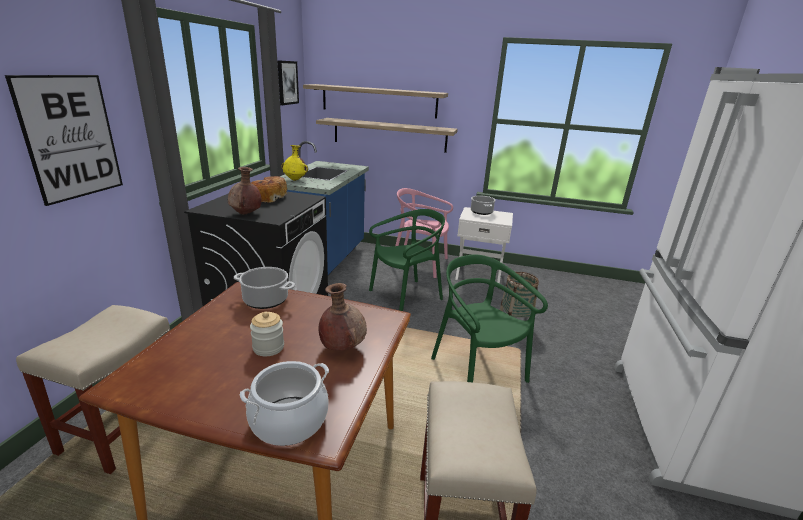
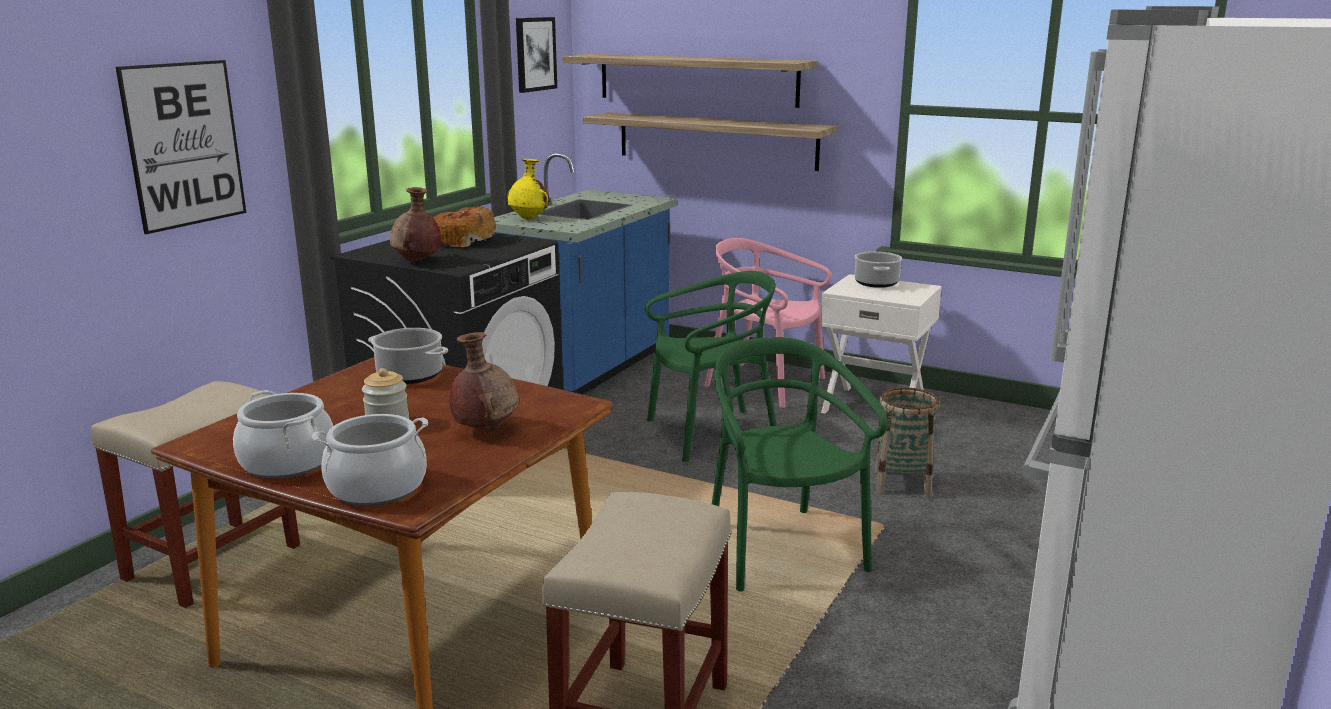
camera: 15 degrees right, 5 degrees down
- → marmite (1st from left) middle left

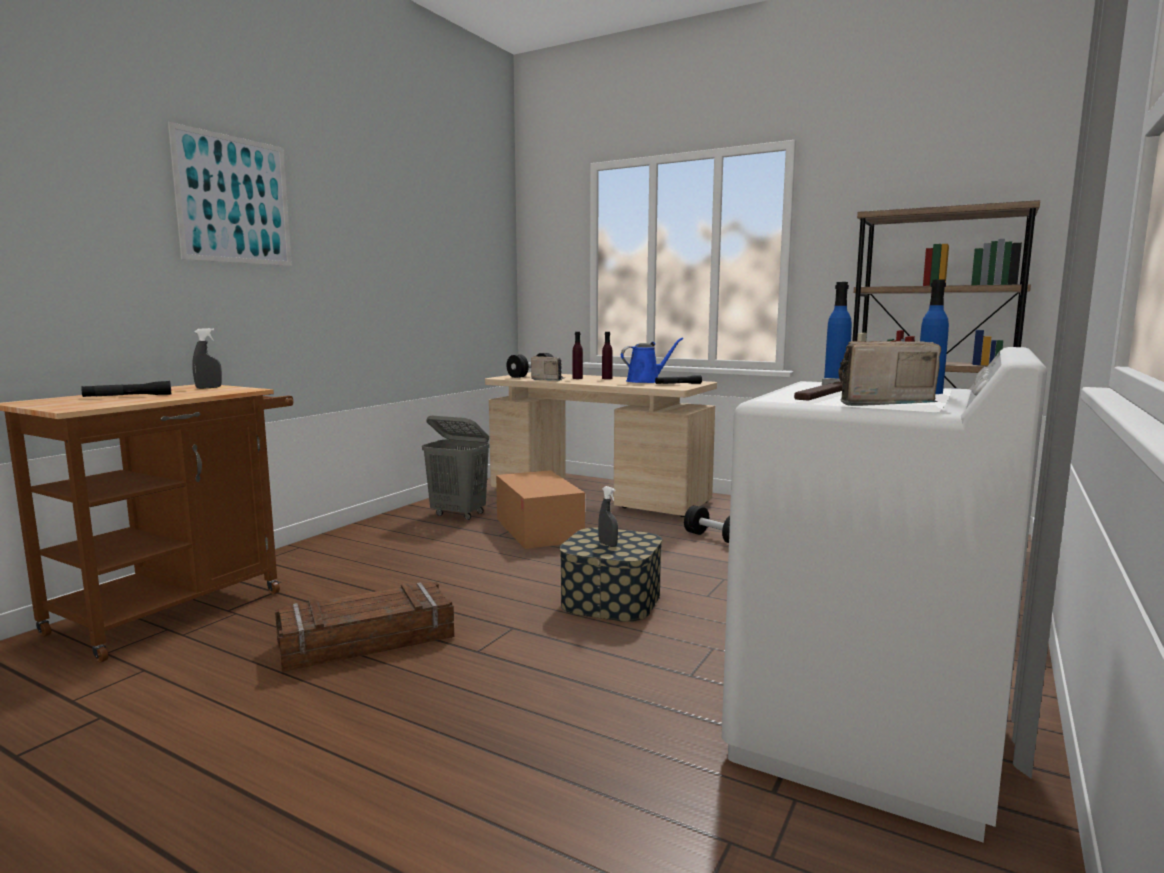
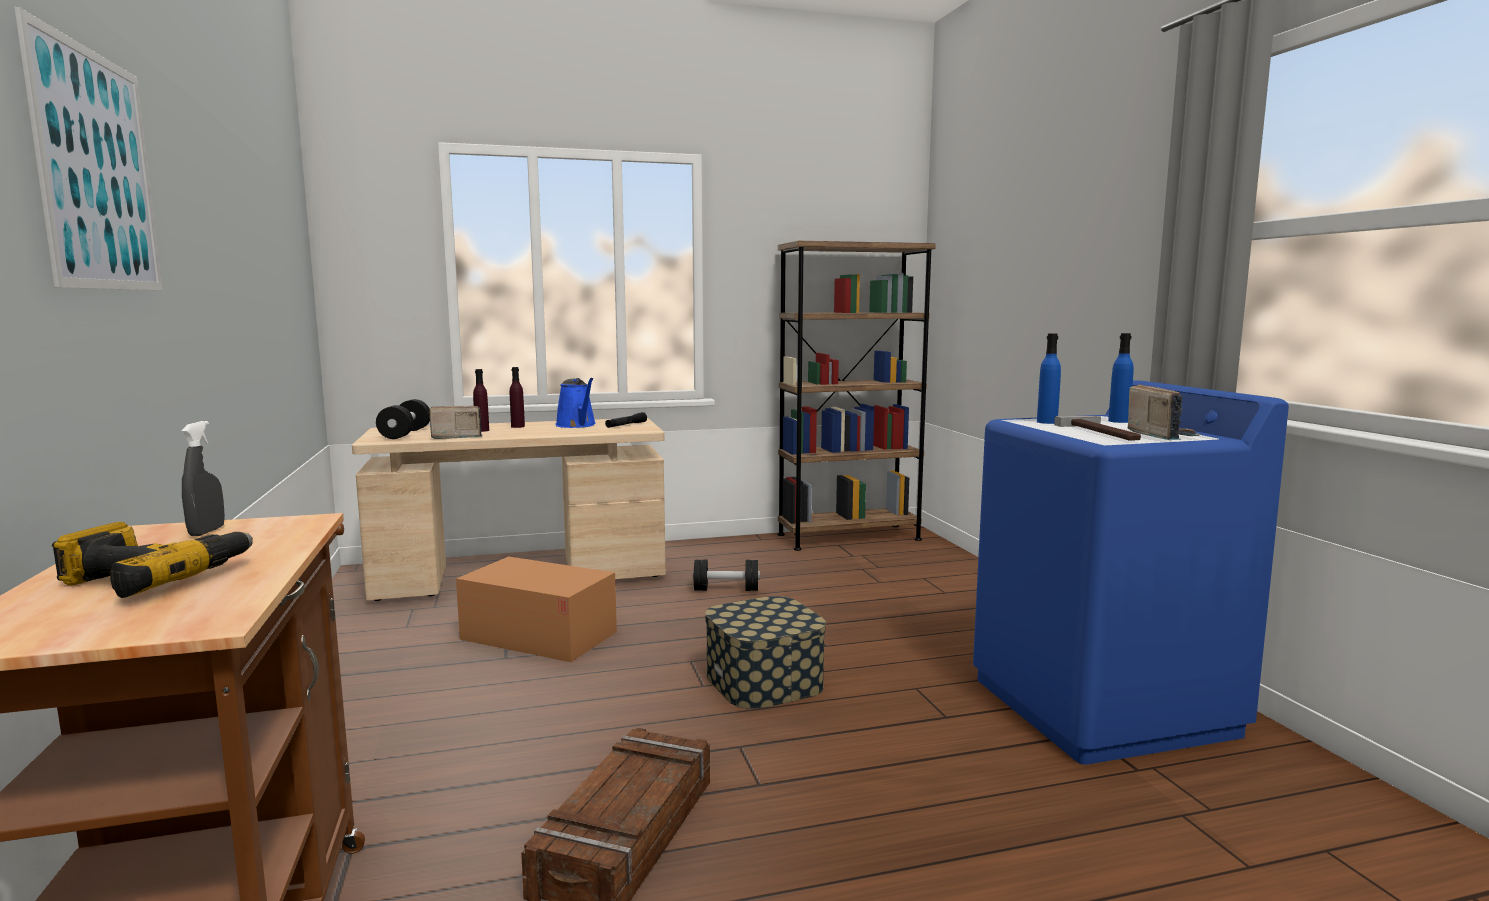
camera: 45 degrees left, 0 degrees up
panier à linge [gris] centre → -
vaporisateur [gris] (2nd from left) centre → -
lampe de poche [noir] (1st from left) middle left → perceuse middle left
lave-linge [blanc] bottom right → lave-linge [bleu] middle right
arrosoir [bleu] centre, 135 degrees clockwise
radio (2nd from left) middle right, 135 degrees clockwise

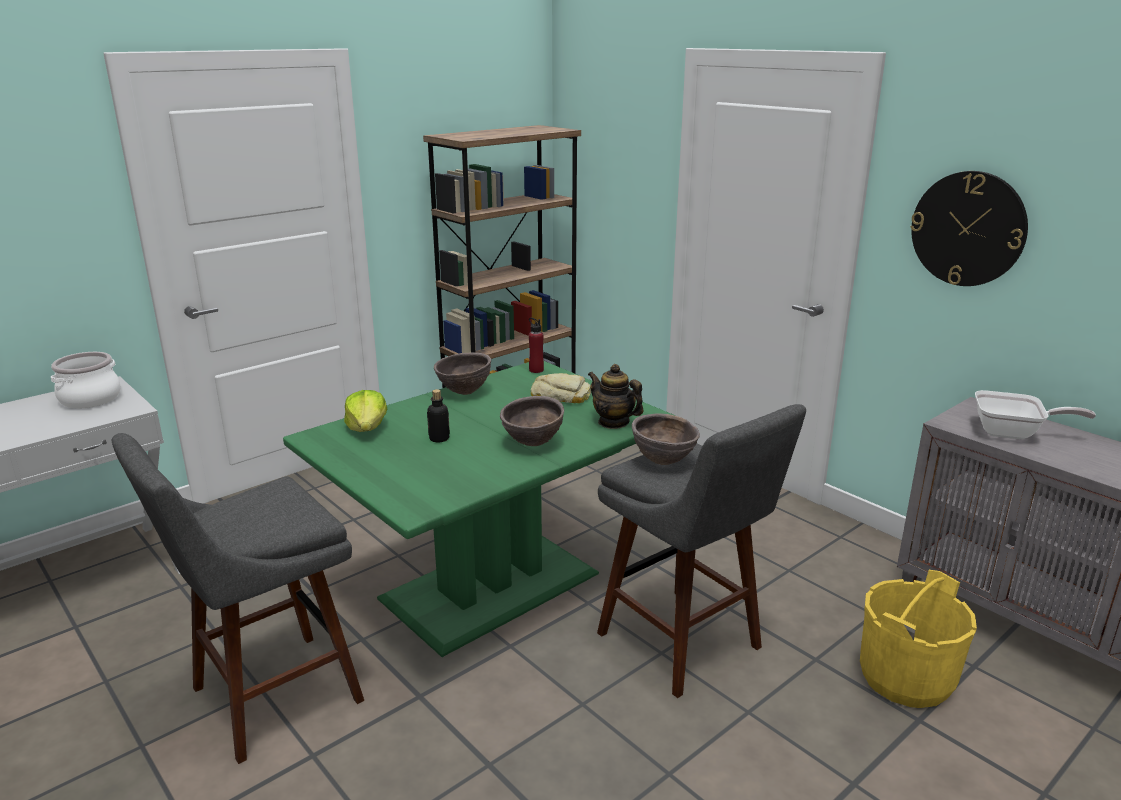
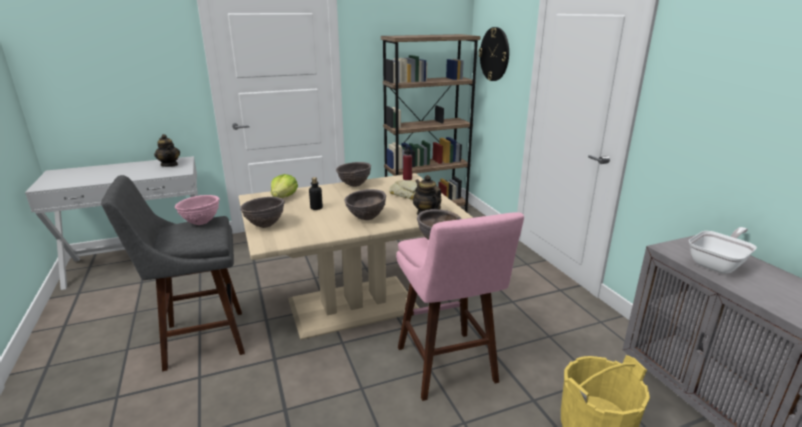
camera: 20 degrees right, 0 degrees up
- → bol [rose] middle left
- → bol [marron] (1st from left) middle left
horloge murale top right → horloge murale top centre, move
marmite middle left → théière (1st from left) middle left
table à manger [vert] centre → table à manger [beige] centre
tabouret [gris] (2nd from left) bottom centre → tabouret [rose] bottom centre
poêle middle right, 75 degrees counterclockwise

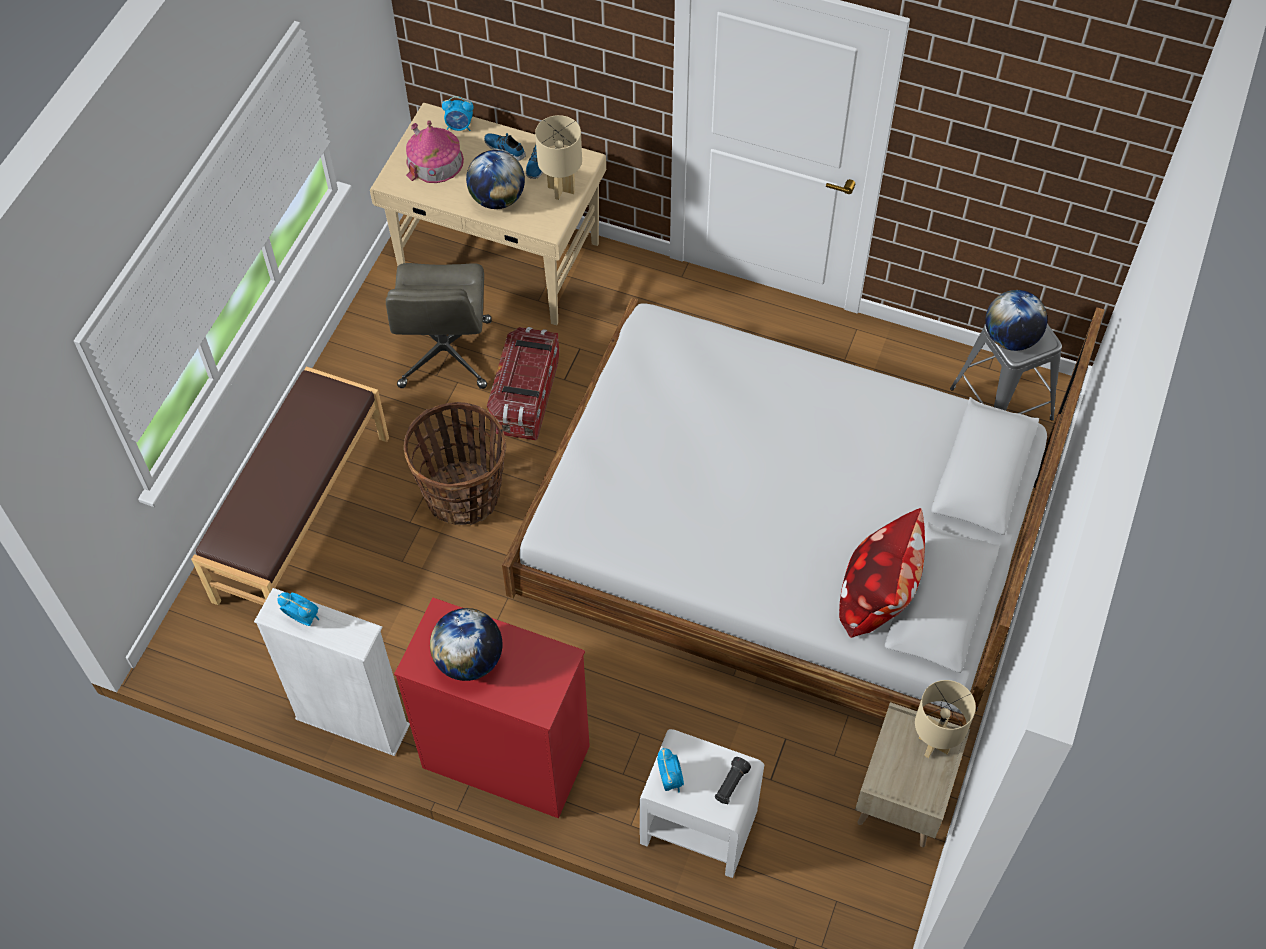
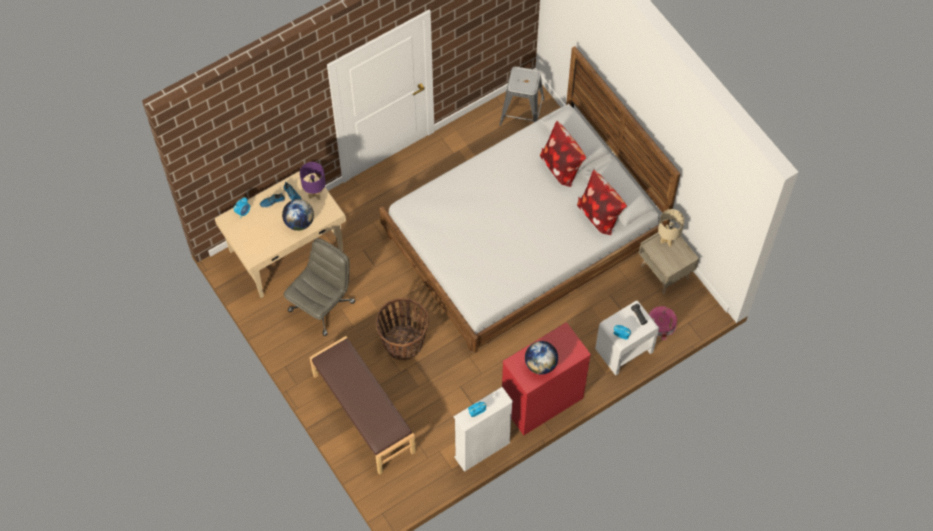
camera: 55 degrees left, 5 degrees up
boîte de rangement centre → -
globe (3rd from left) middle right → -
- → coussin (1st from left) top centre
maison miniature top centre → maison miniature middle right, move
lampe de table [beige] (1st from left) top centre → lampe de table [violet] centre
chaise de bureau [gris] centre, 90 degrees counterclockwise

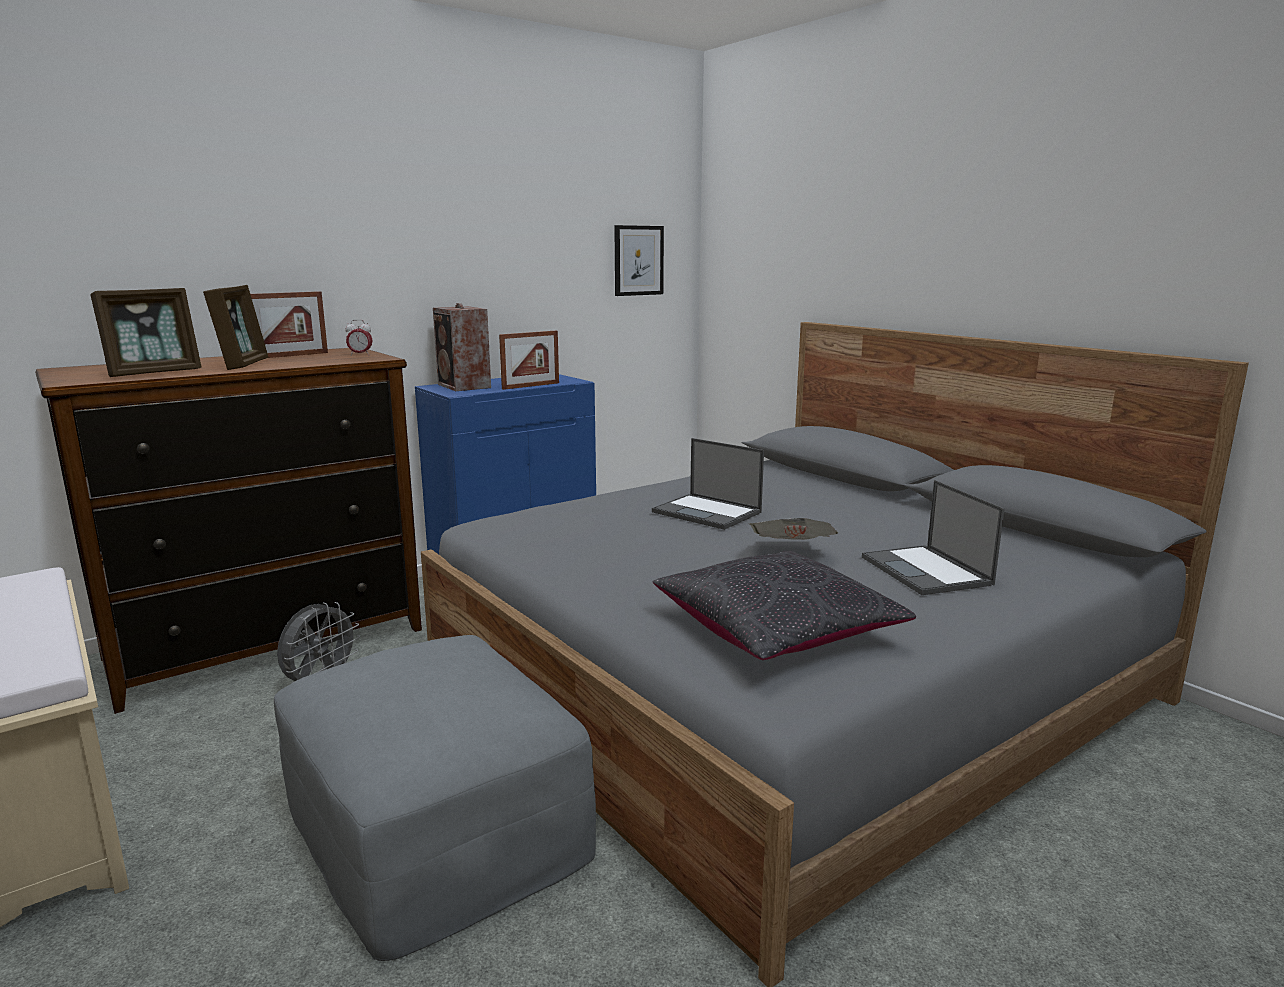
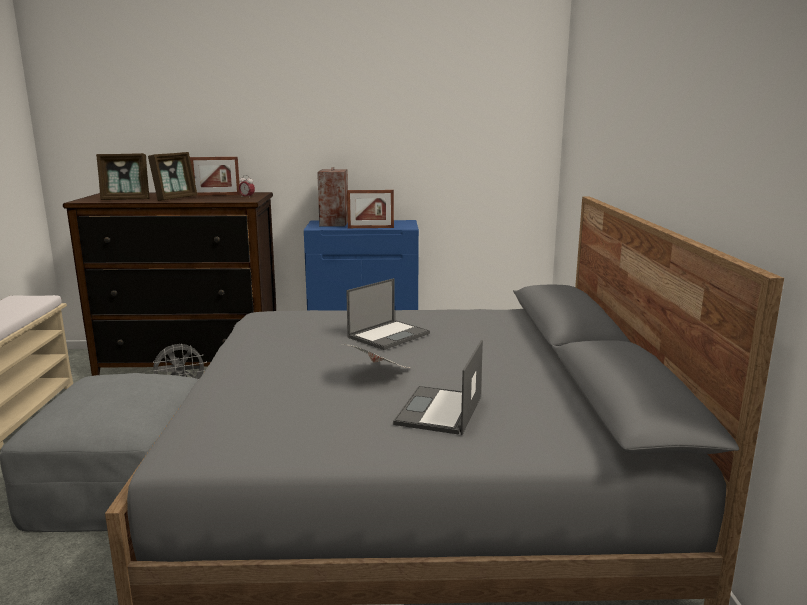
camera: 35 degrees right, 0 degrees up
tableau top centre → -
coussin [noir] centre → -
ordinateur portable (1st from left) centre, 120 degrees counterclockwise

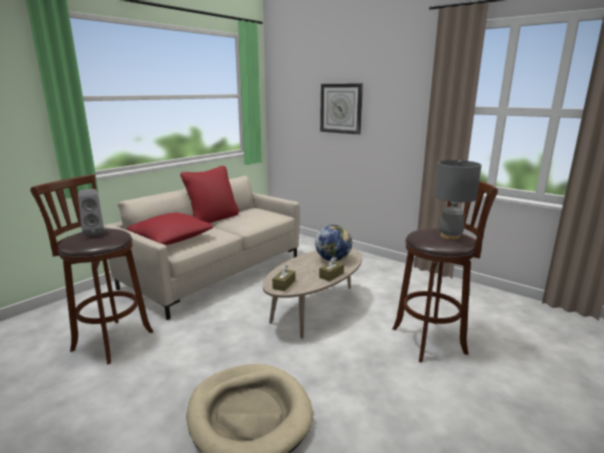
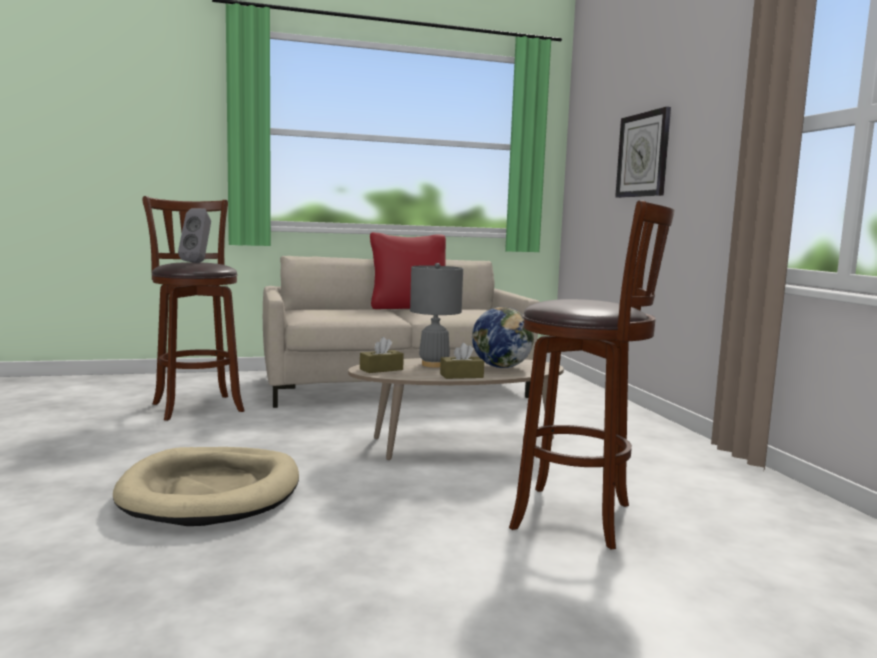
camera: 35 degrees right, 10 degrees down
coussin [rouge] (1st from left) middle left → -
lampe de table [gris] middle right → lampe de table [gris] centre, move

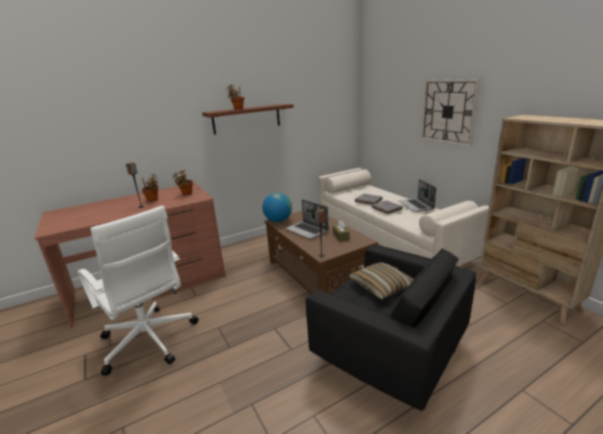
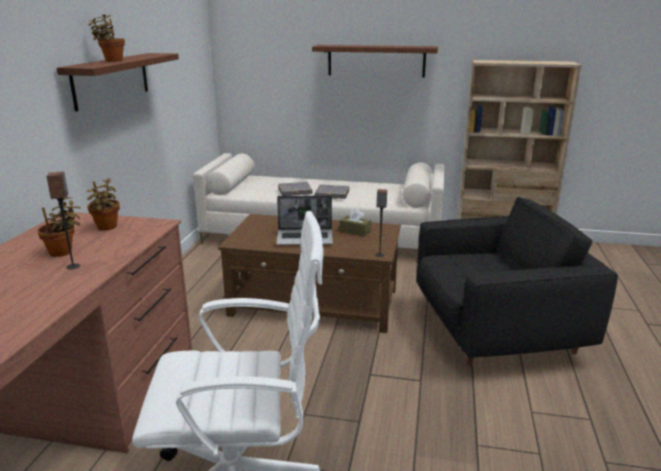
camera: 50 degrees left, 0 degrees up
globe centre → -
coussin centre → -
ordinateur portable (2nd from left) middle right → -
horloge murale top right → étagère [marron] (2nd from left) top centre

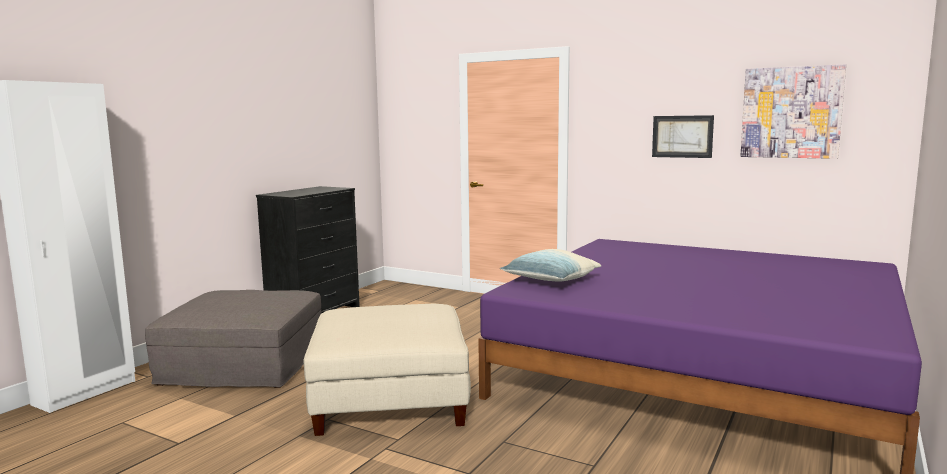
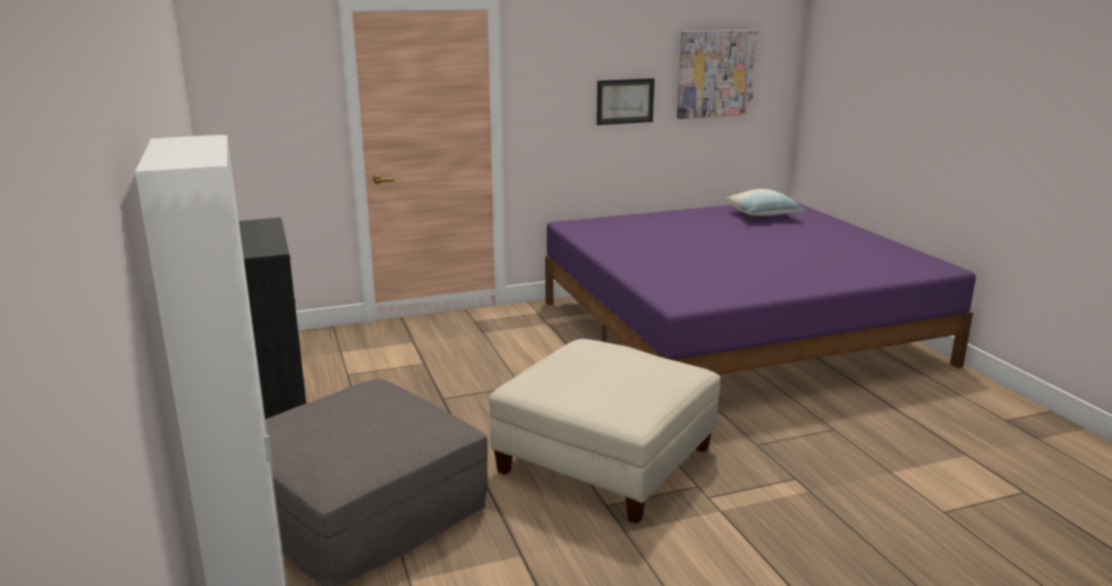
camera: 50 degrees left, 10 degrees up
coussin centre → coussin middle right, move

